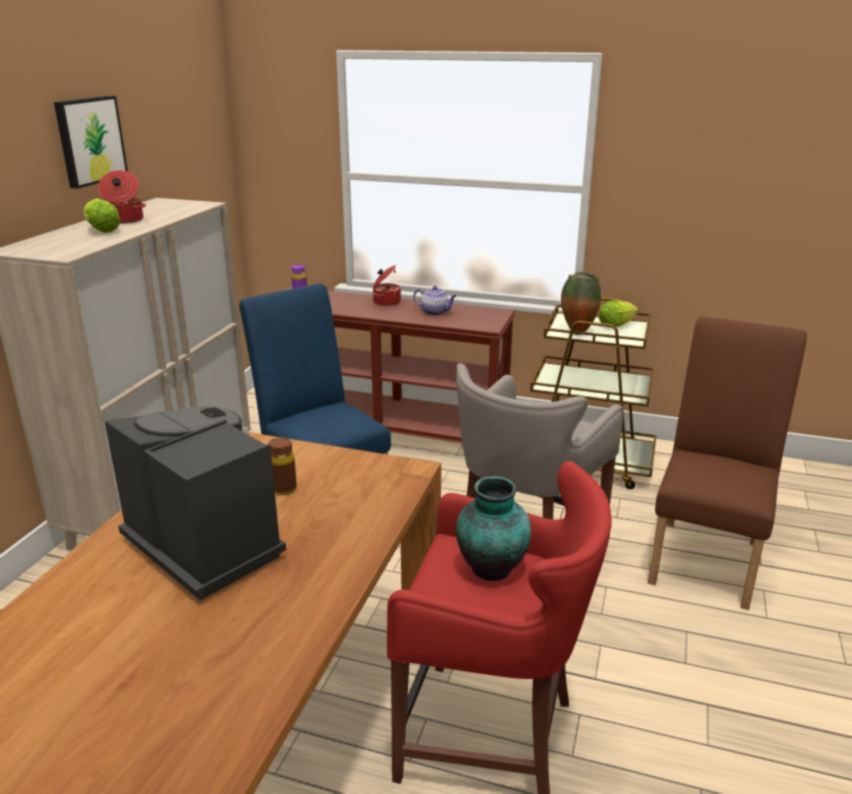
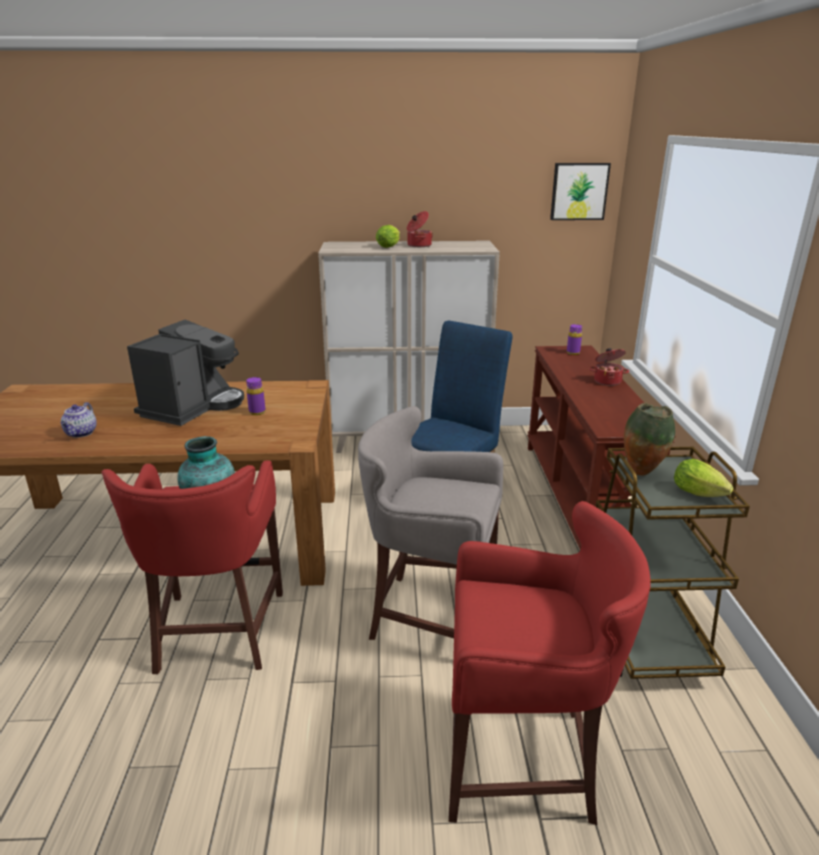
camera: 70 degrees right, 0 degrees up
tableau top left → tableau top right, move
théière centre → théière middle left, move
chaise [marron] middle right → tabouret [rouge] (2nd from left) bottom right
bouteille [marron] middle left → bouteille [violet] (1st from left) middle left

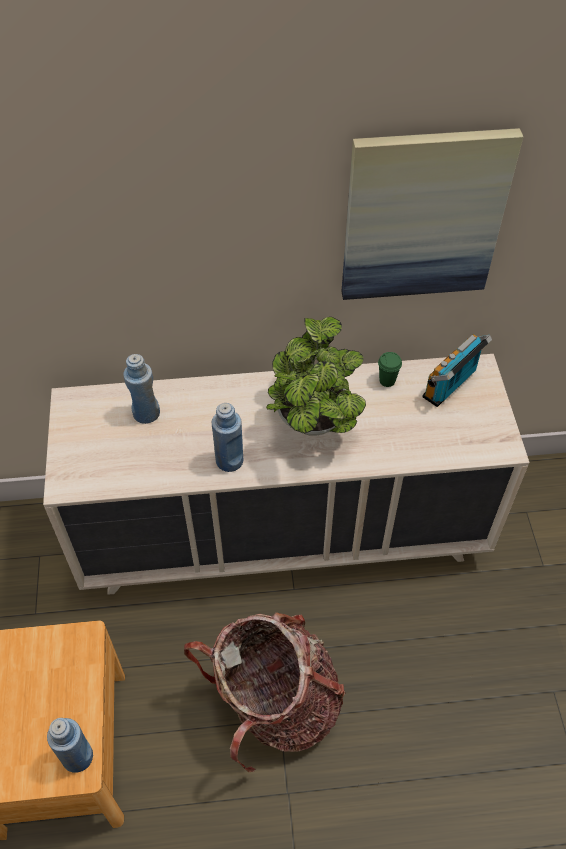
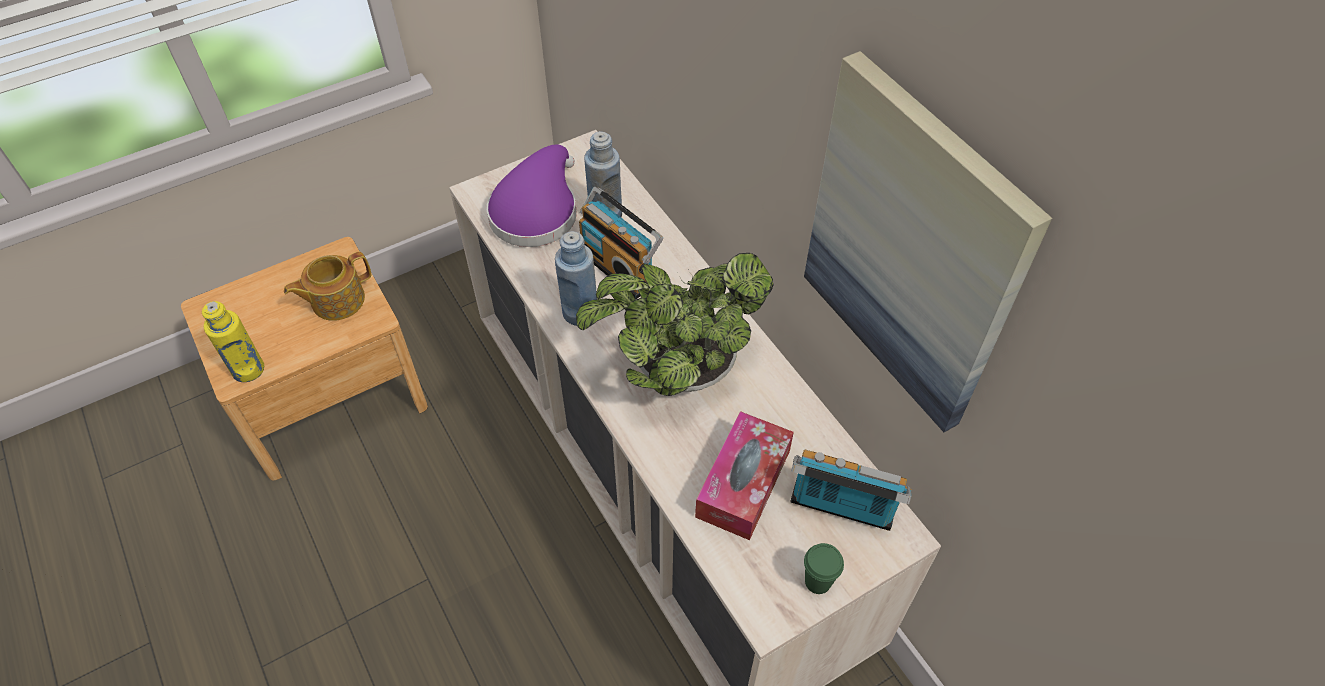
camera: 65 degrees right, 0 degrees up
sac à dos bottom centre → -
- → théière middle left
- → chapeau [violet] top centre
- → radio (1st from left) centre
- → boîte à mouchoirs bottom centre
tasse [vert] middle right → tasse [vert] bottom centre, move
bouteille [bleu] (1st from left) bottom left → bouteille [jaune] middle left

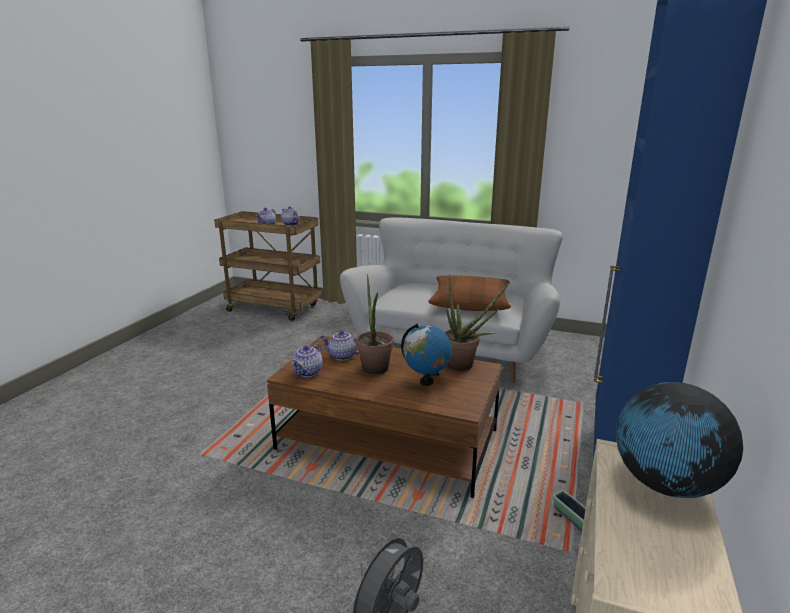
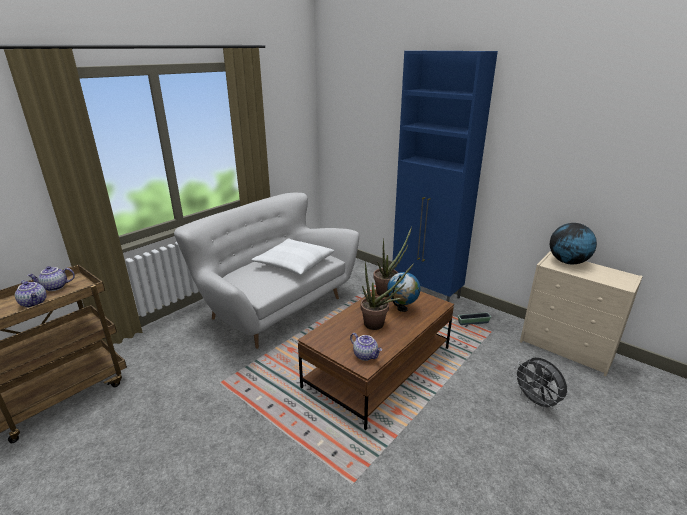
camera: 70 degrees left, 5 degrees up
théière (4th from left) centre → -
coussin [marron] centre → coussin [blanc] centre

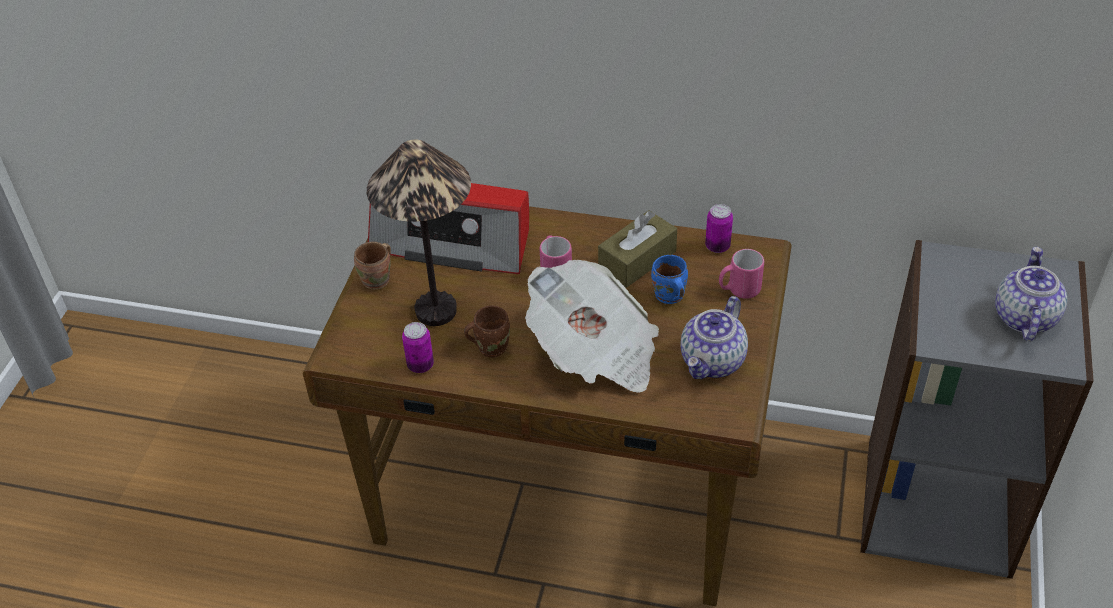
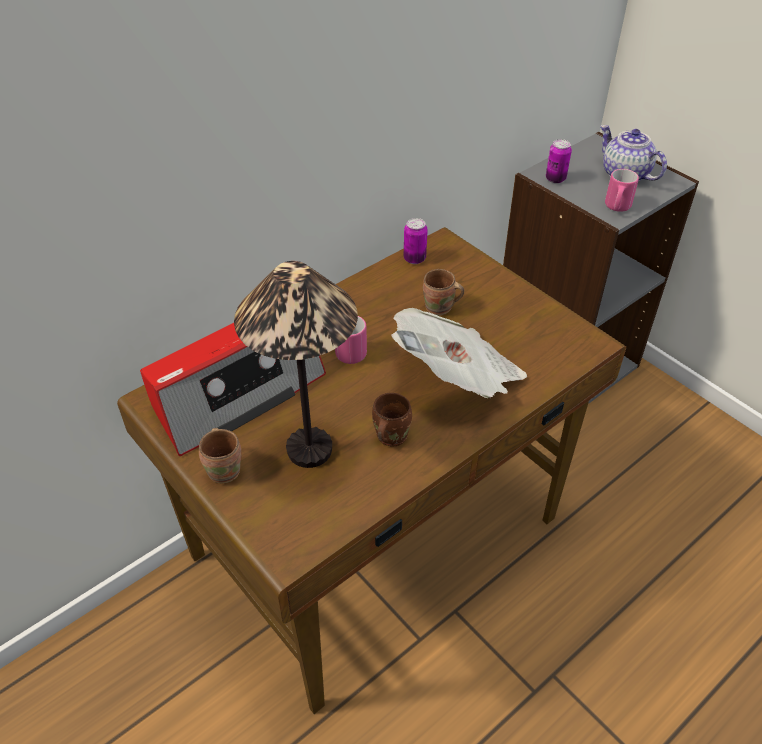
camera: 55 degrees left, 0 degrees up
boîte à mouchoirs [marron] centre → -
théière (1st from left) centre → -
boîte métallique (1st from left in the first image) centre → boîte métallique (2nd from left) top right, move
mug [rose] (2nd from left) centre → mug [rose] (2nd from left) top right, move
mug [bleu] centre → mug [marron] (3rd from left) centre

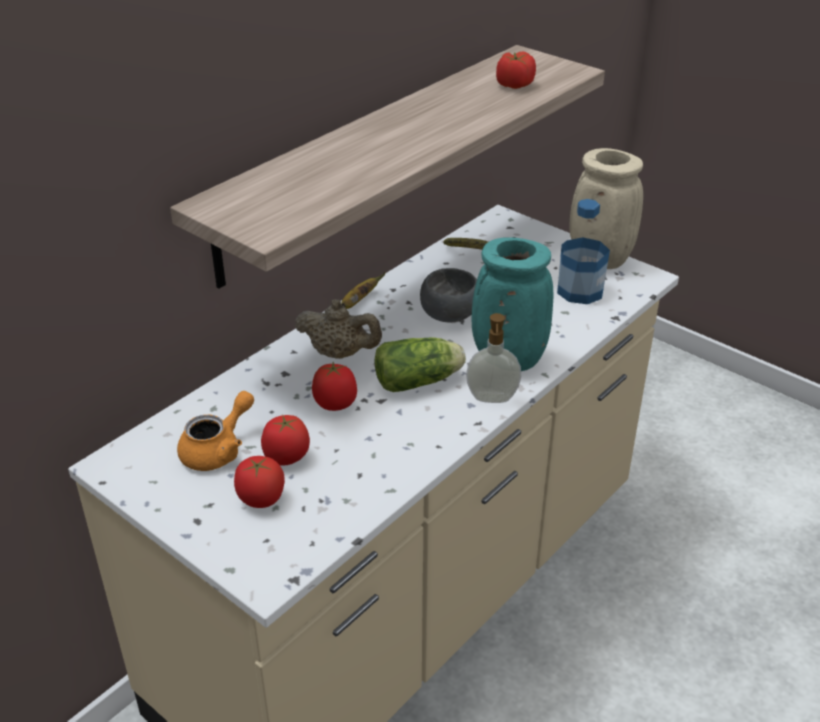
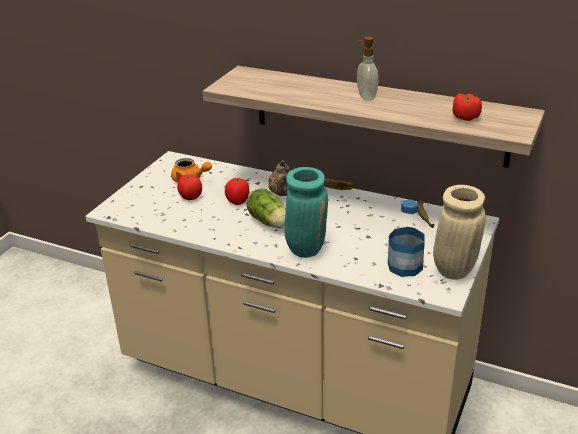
camera: 75 degrees right, 5 degrees down
tomate (1st from left) bottom left → -
bol [gris] centre → -
distributeur de savon centre → distributeur de savon top centre, move

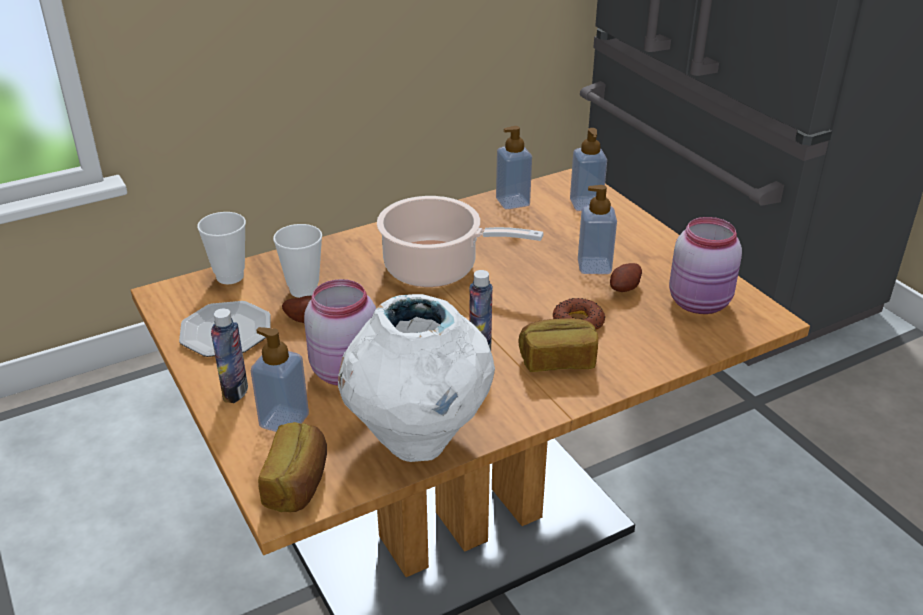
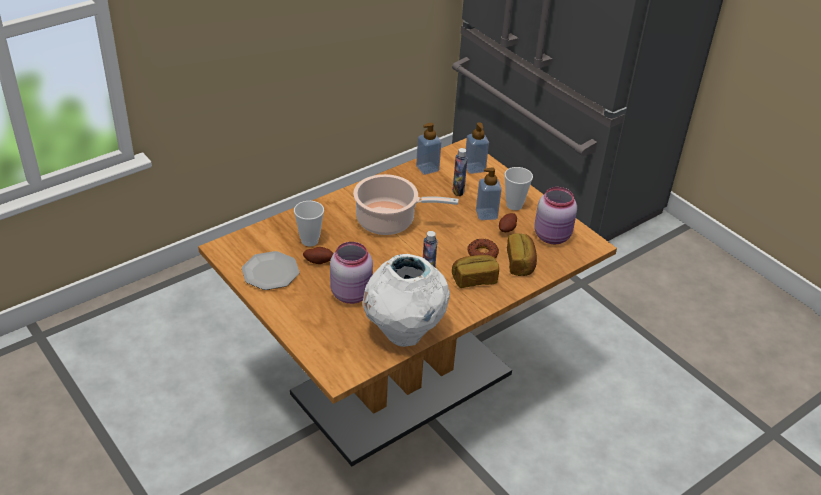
camera: 10 degrees left, 5 degrees up
distributeur de savon (1st from left) middle left → -
tasse (1st from left in the first image) middle left → tasse (2nd from left) centre, move
bouteille (1st from left in the first image) middle left → bouteille (2nd from left) centre, move
pain (1st from left in the first image) bottom left → pain (2nd from left) centre, move

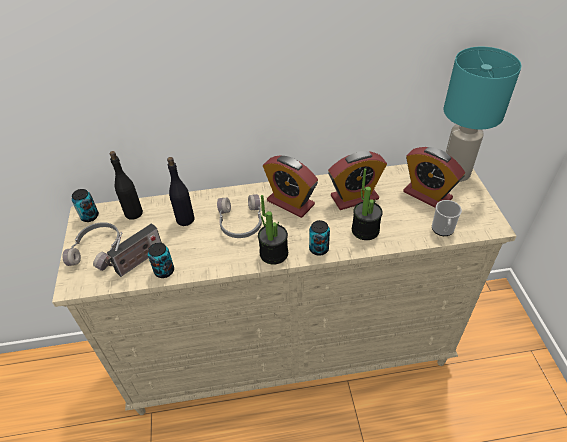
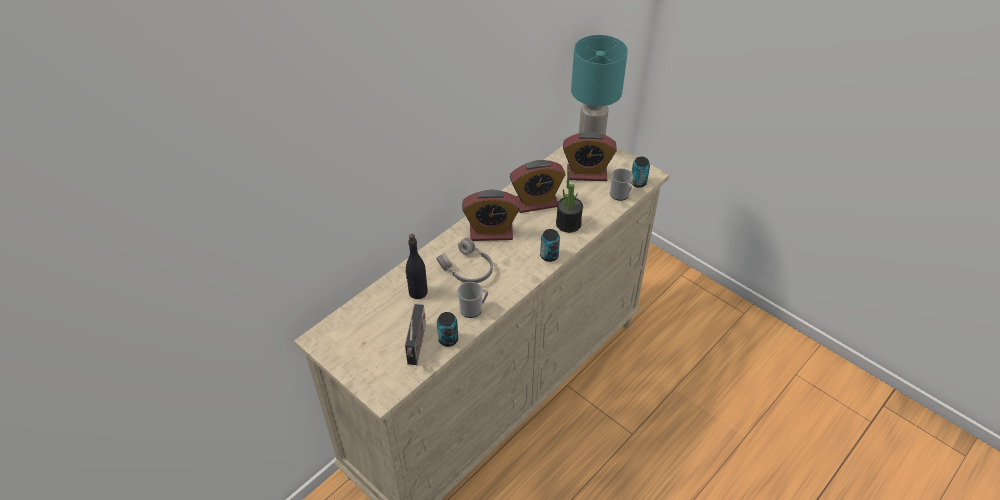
camera: 40 degrees left, 0 degrees up
casque audio [gris] (1st from left) middle left → -
bouteille [noir] (1st from left) middle left → -
plante en pot (1st from left) centre → -
- → mug (1st from left) centre
boîte métallique (1st from left in the first image) middle left → boîte métallique (3rd from left) centre, move
réveil (2nd from left) centre, 45 degrees clockwise

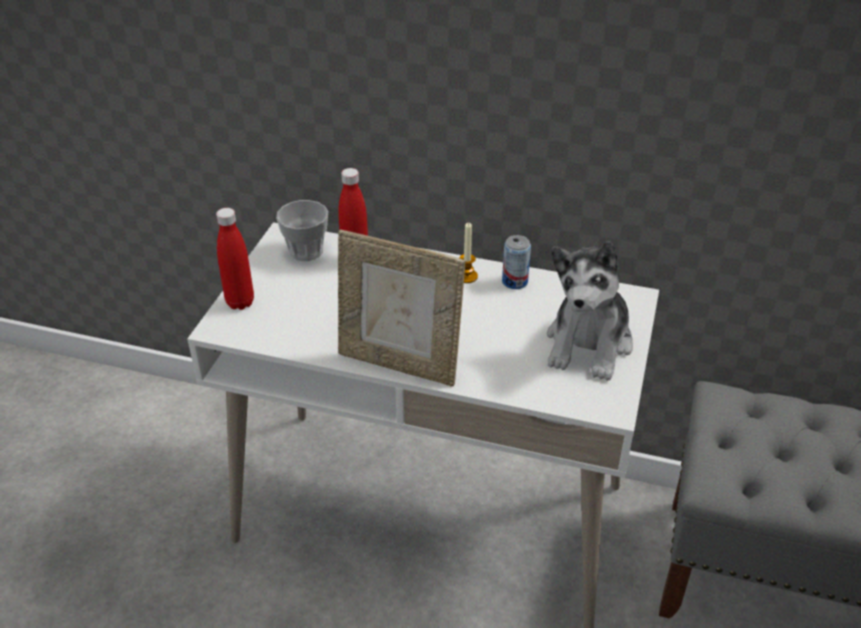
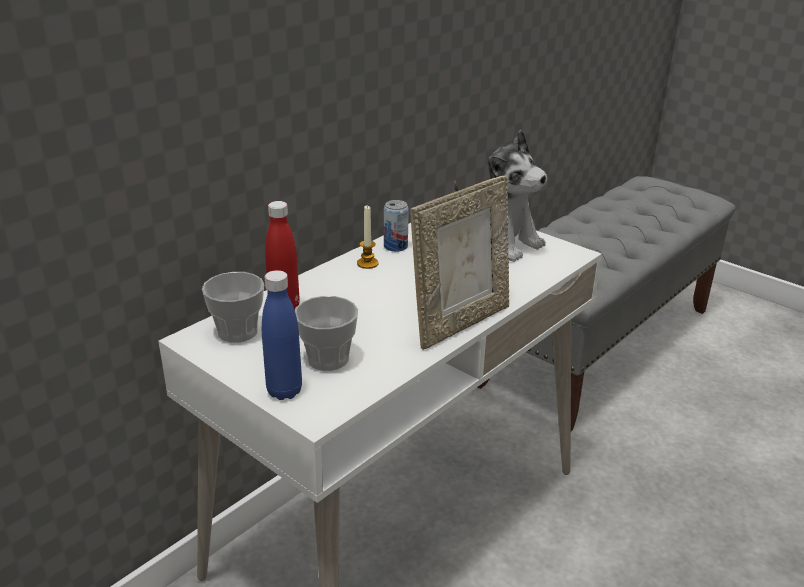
camera: 65 degrees left, 10 degrees down
- → tasse (2nd from left) centre
bouteille [rouge] (1st from left) middle left → bouteille [bleu] centre

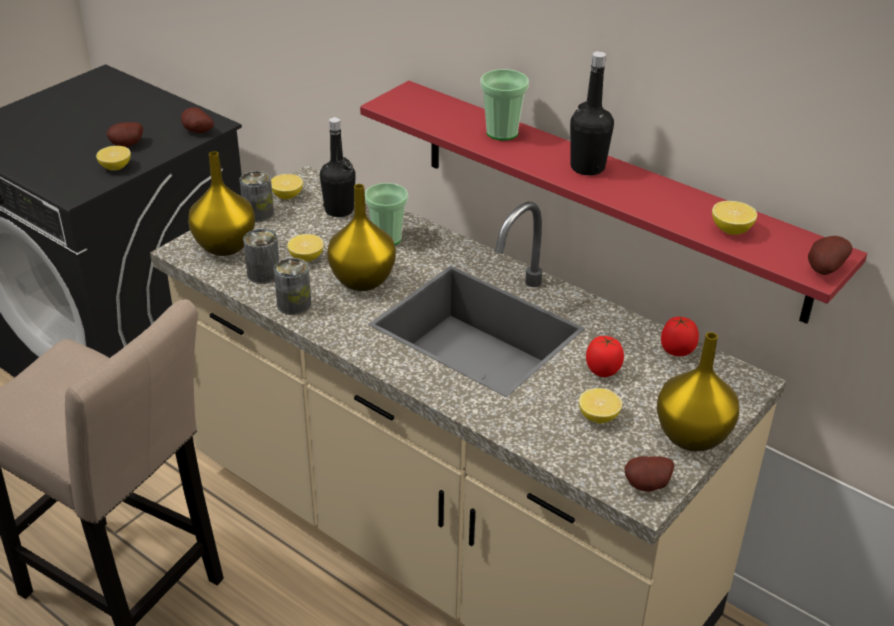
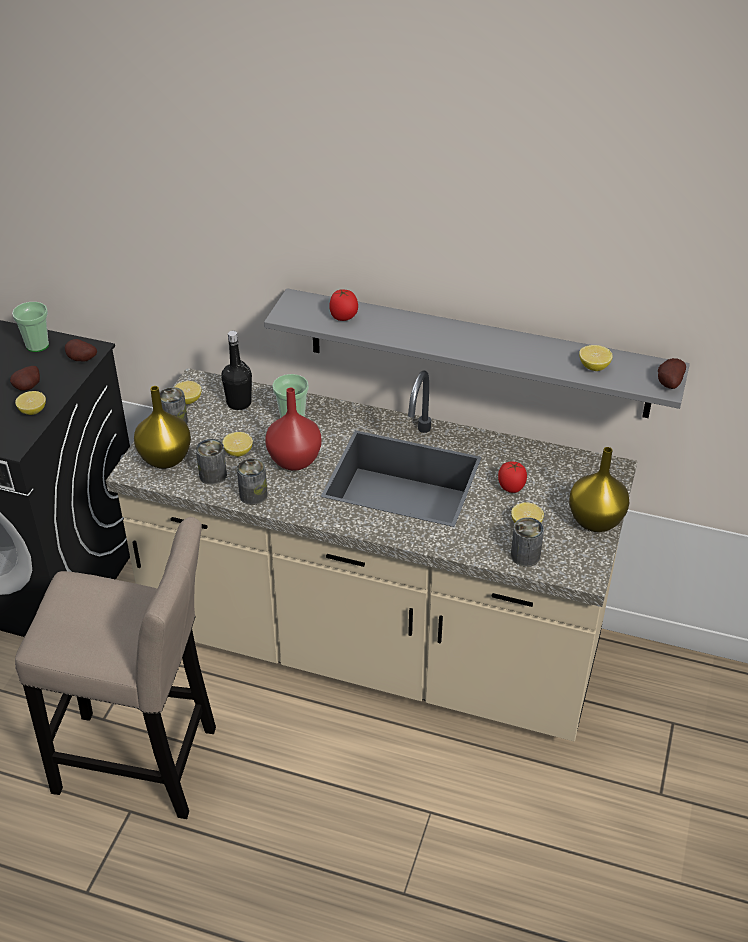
camera: 20 degrees left, 5 degrees up
bouteille [noir] (2nd from left) top centre → -
pomme de terre (3rd from left) bottom right → -
- → boîte métallique (4th from left) middle right
tasse (2nd from left in the first image) top centre → tasse (1st from left) middle left, move
tomate (2nd from left in the first image) middle right → tomate (1st from left) top centre, move
vase [jaune] (2nd from left) centre → vase [rouge] centre
étagère [rouge] top right → étagère [gris] centre

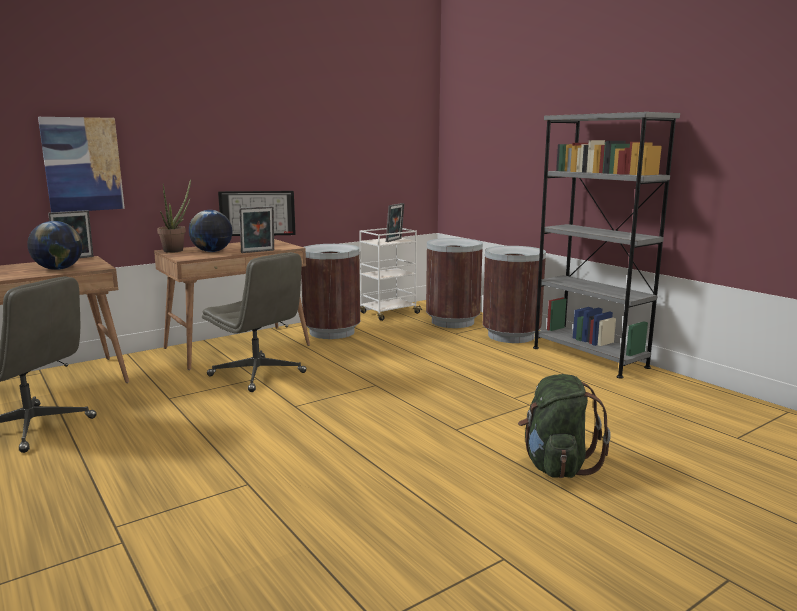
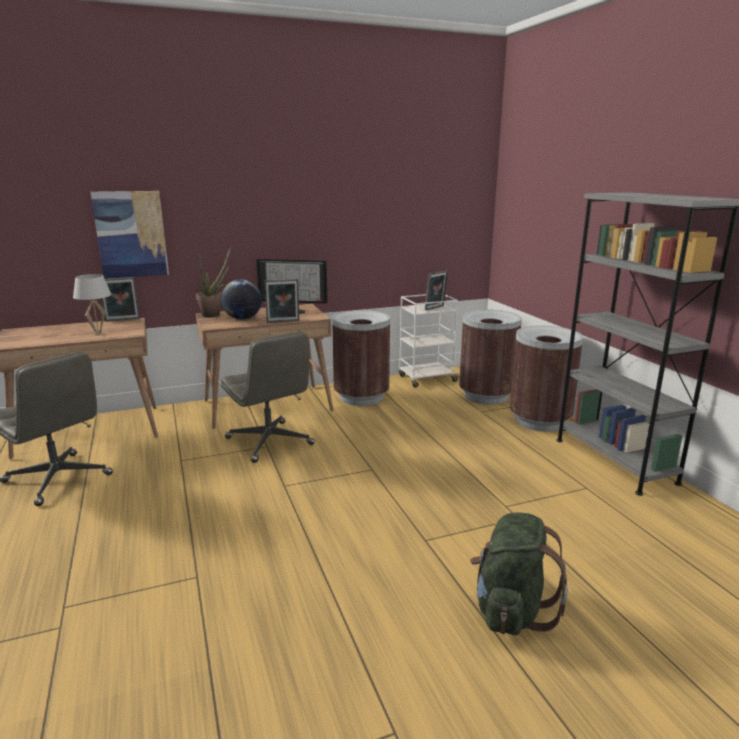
camera: 15 degrees right, 5 degrees up
globe (1st from left) middle left → lampe de table [blanc] middle left

